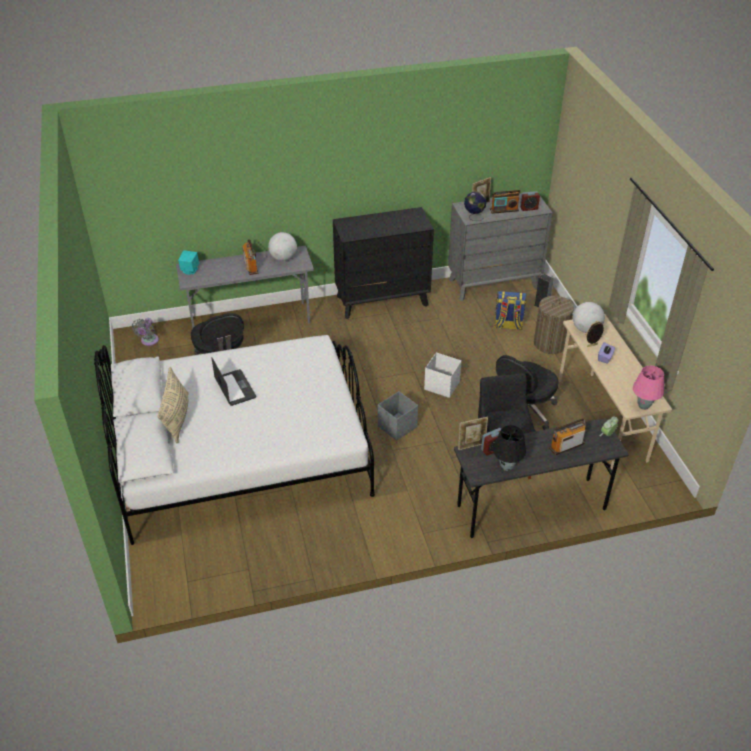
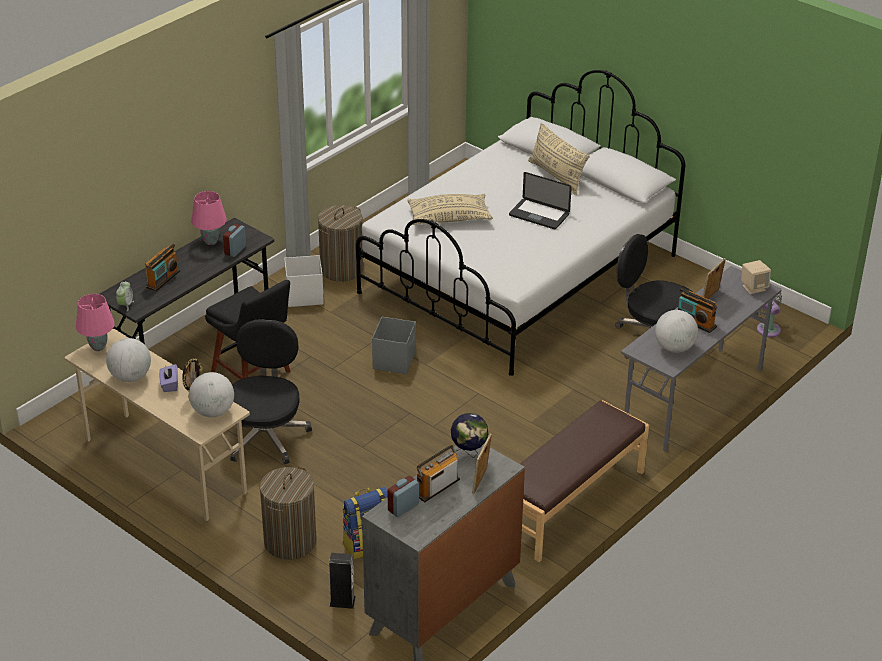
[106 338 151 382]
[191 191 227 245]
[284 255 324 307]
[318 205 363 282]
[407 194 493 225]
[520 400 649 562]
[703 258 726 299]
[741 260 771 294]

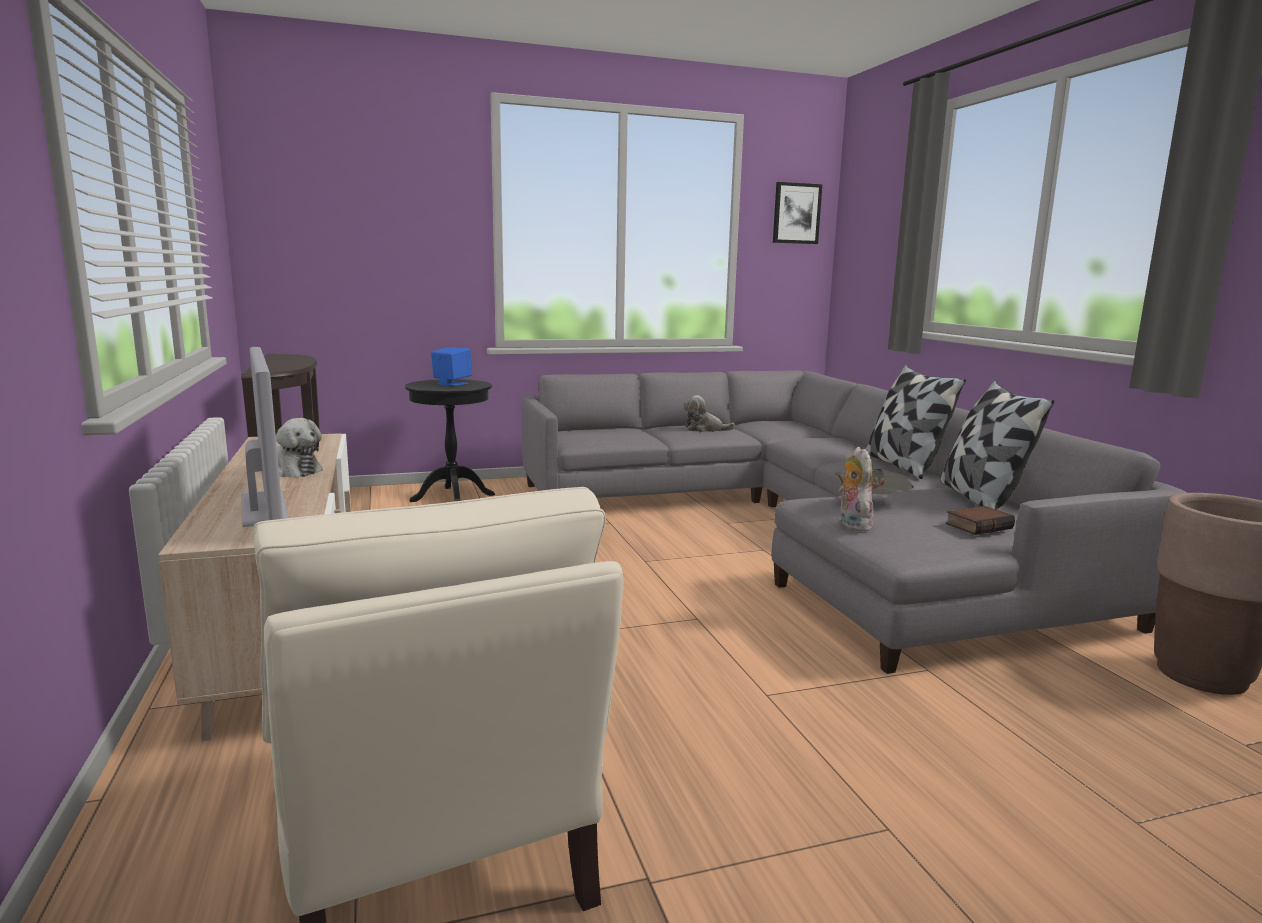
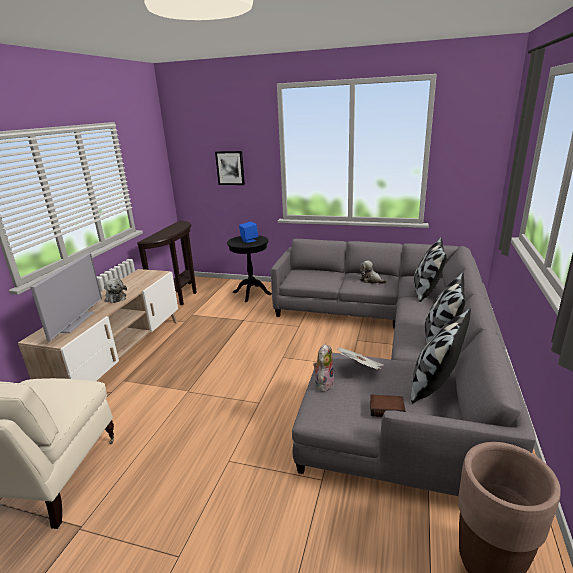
[215 151 245 185]
[414 237 447 302]

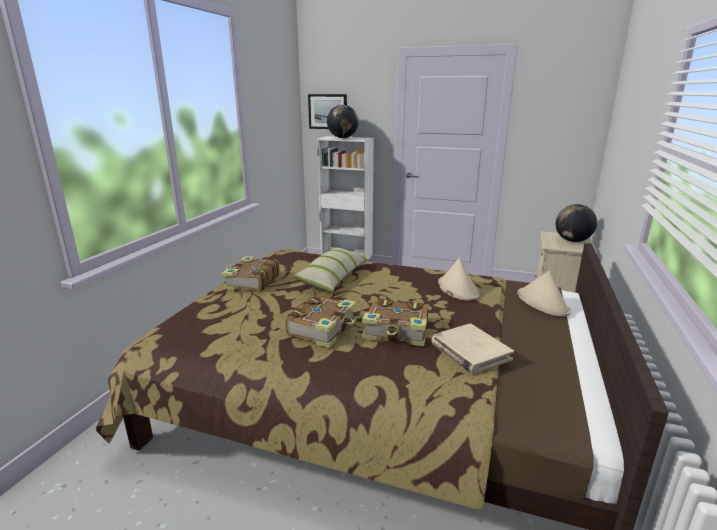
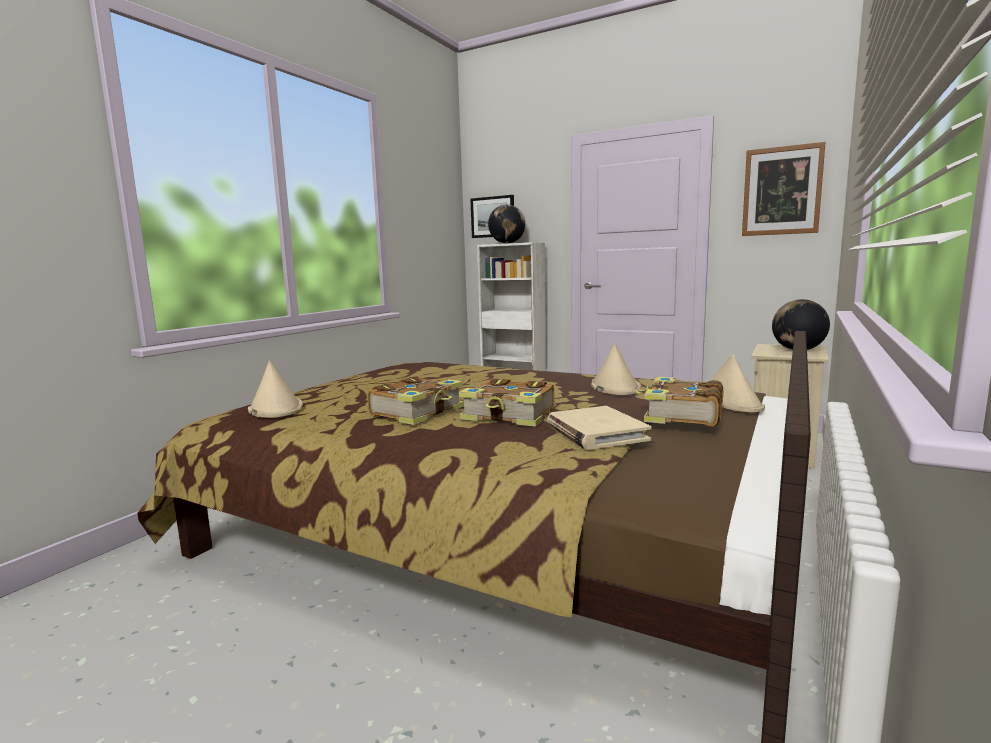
[248 361 303 418]
[636 377 723 427]
[742 142 826 236]
[291 247 369 292] (first image)

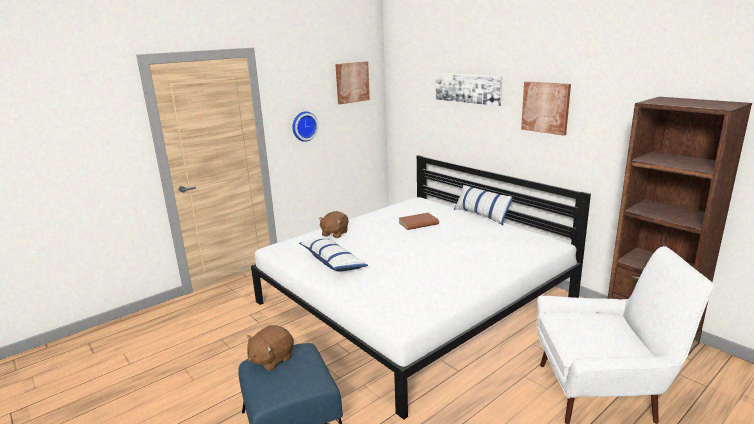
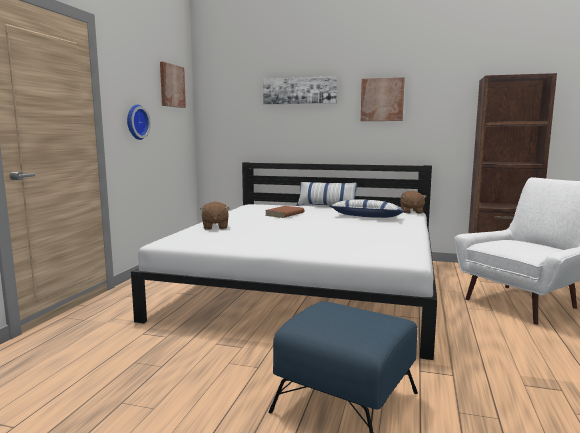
[329 199 405 218]
[400 191 427 214]

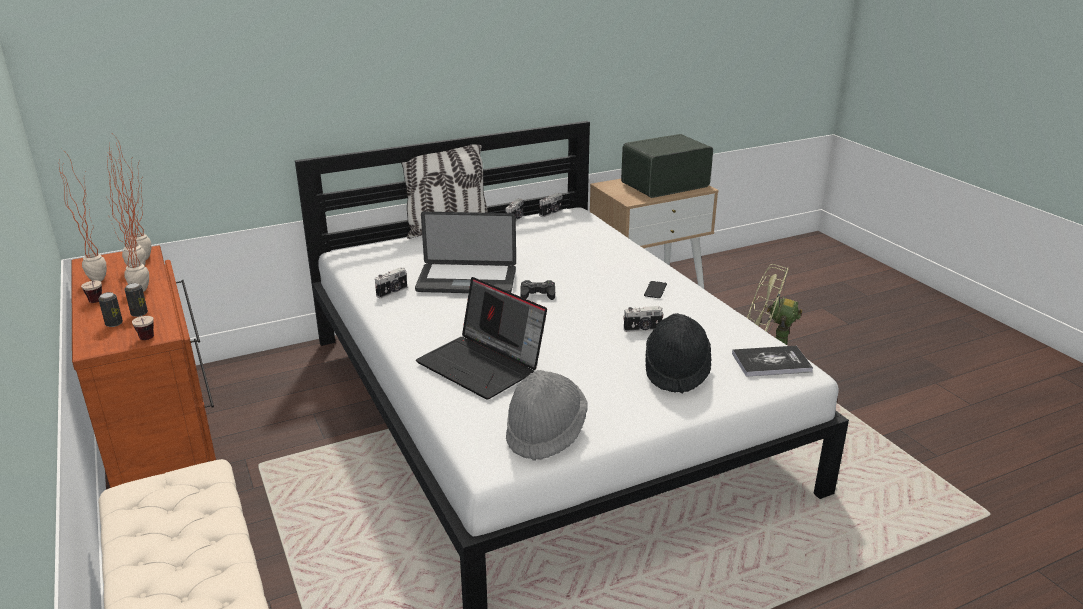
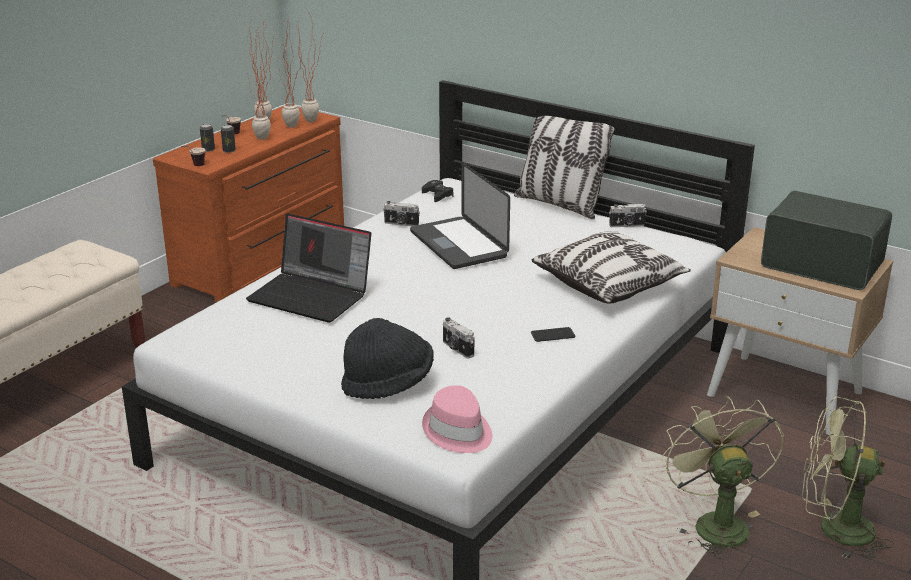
[246 213 371 323]
[422 180 454 202]
[422 385 492 453]
[532 231 691 303]
[801 396 894 559]
[506 370 588 461] (first image)
[539 193 562 217] (first image)

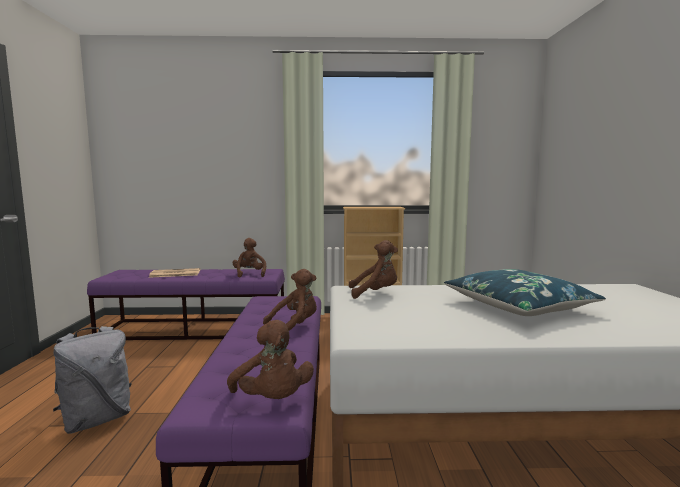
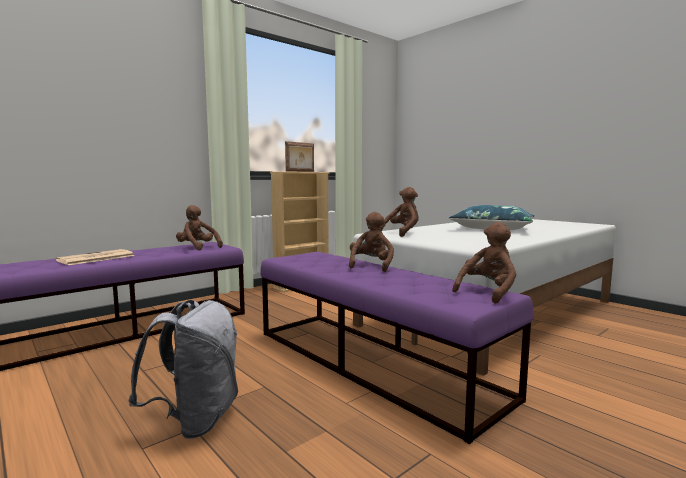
[285 141 314 172]
[452 222 516 304]

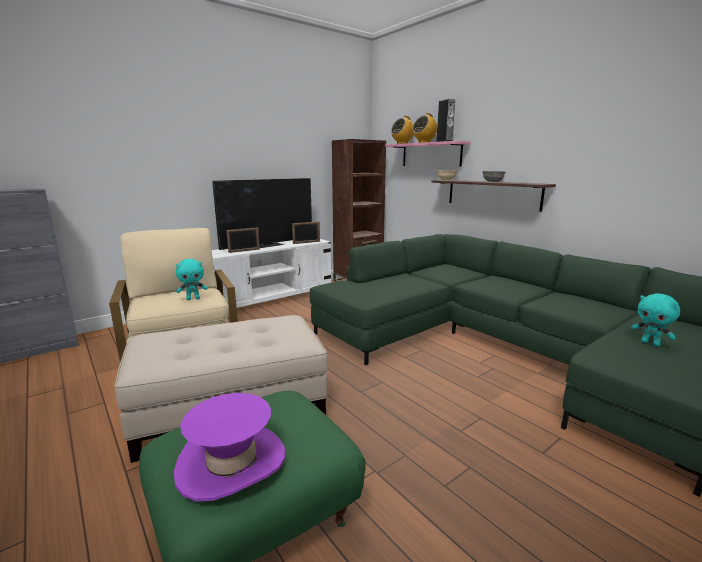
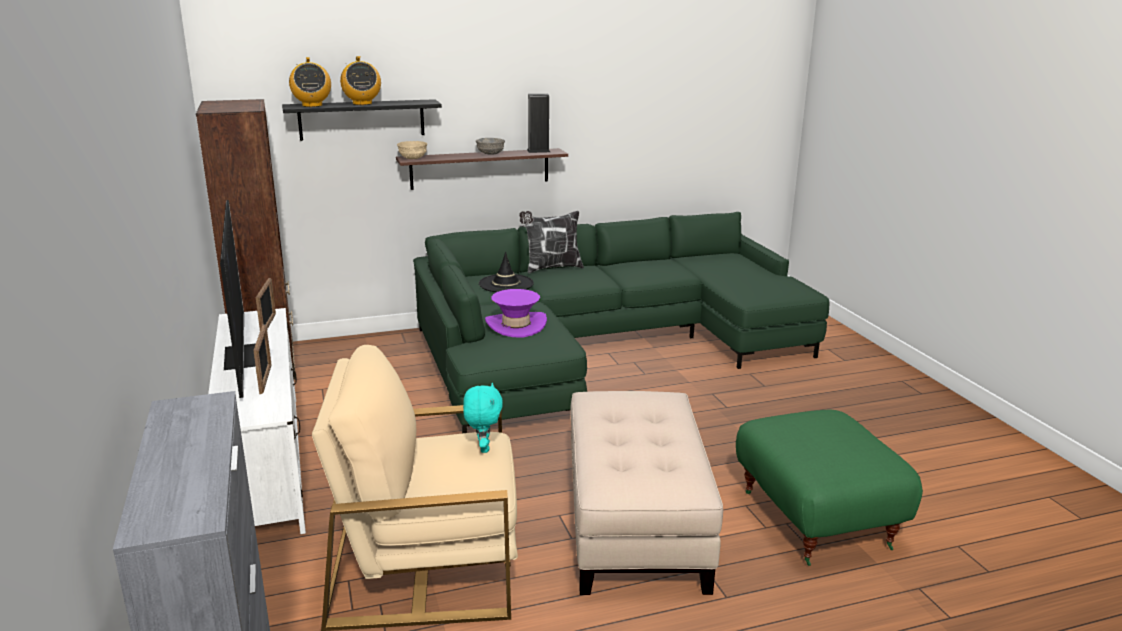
[282 99 442 141]
[479 252 534 292]
[485 289 547 338]
[519 211 584 273]
[527 94 550 153]
[631 293 680 347] (first image)

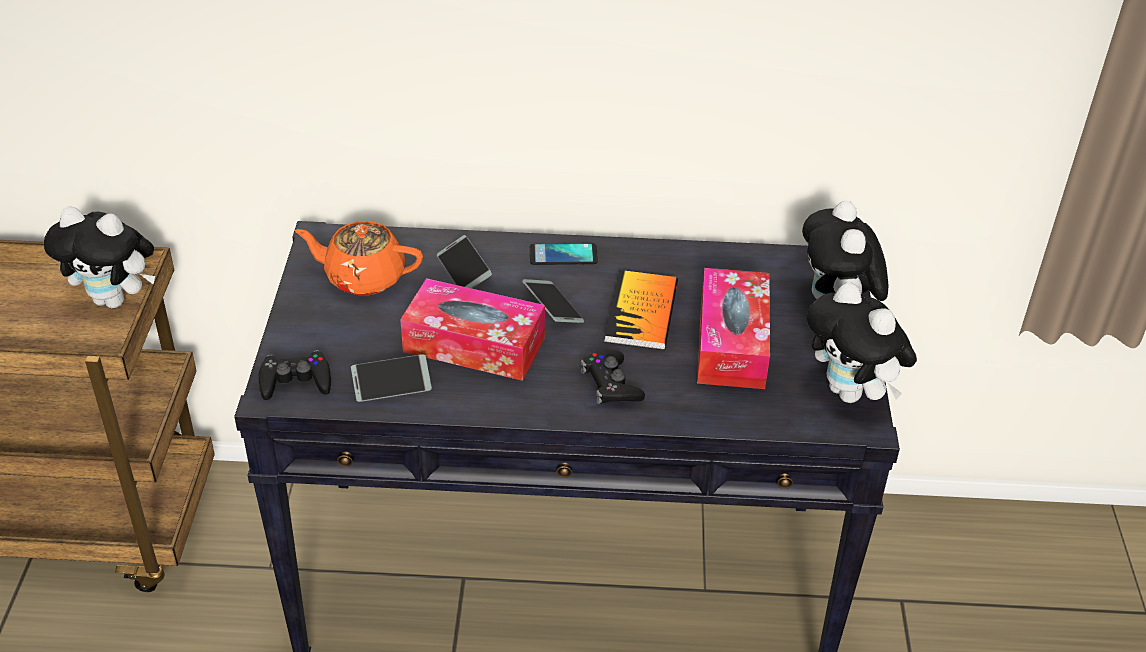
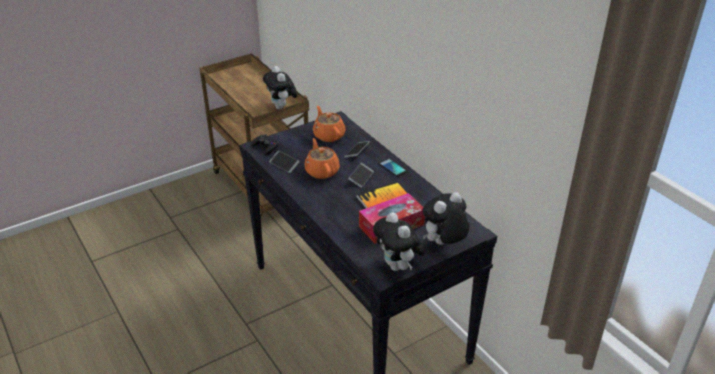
[304 138 340 179]
[373 212 425 271]
[581 350 645 404] (first image)

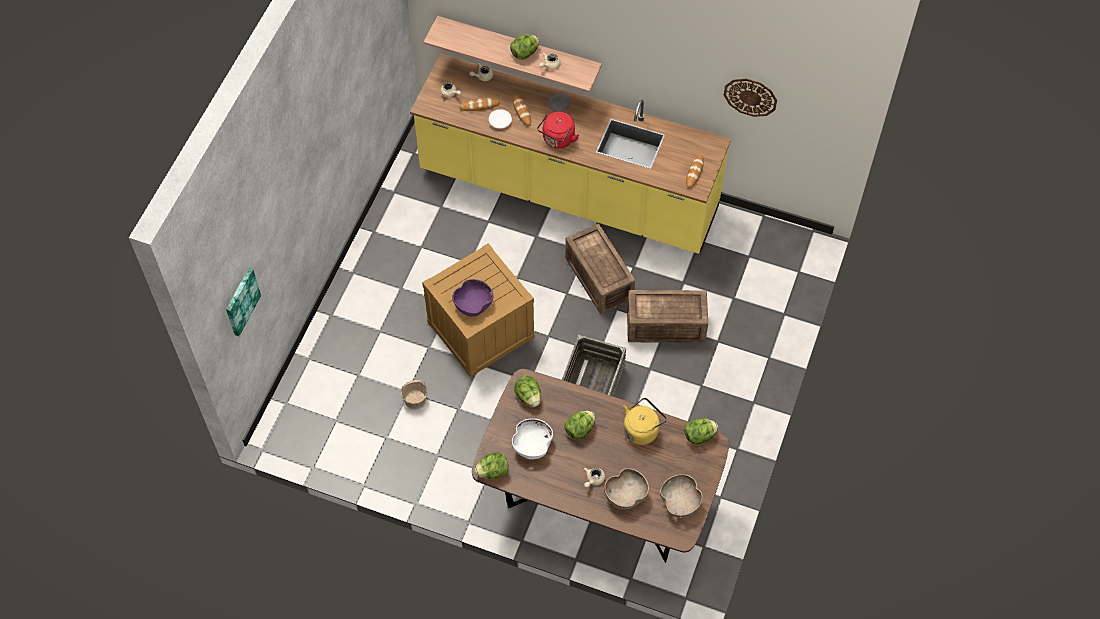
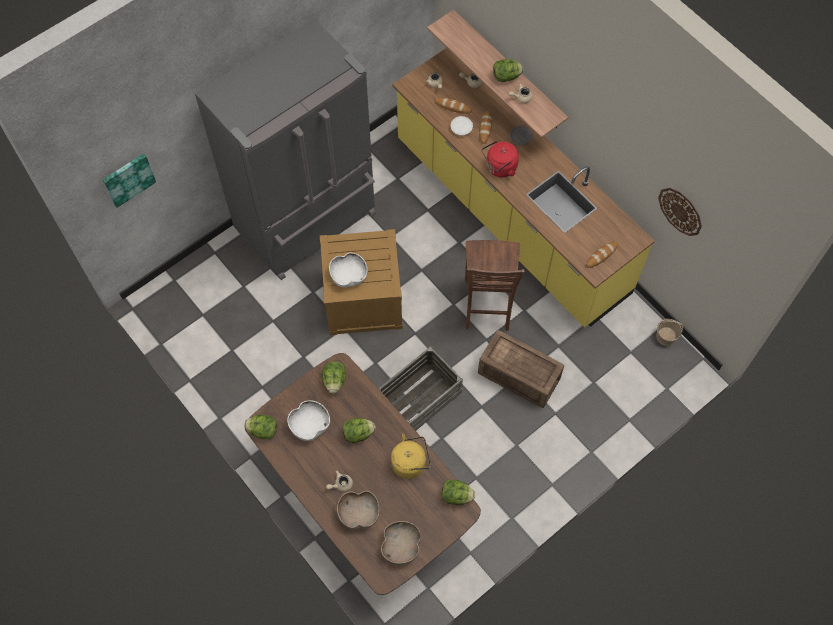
[195 18 376 280]
[329 253 368 288]
[465 240 525 331]
[656 319 683 346]

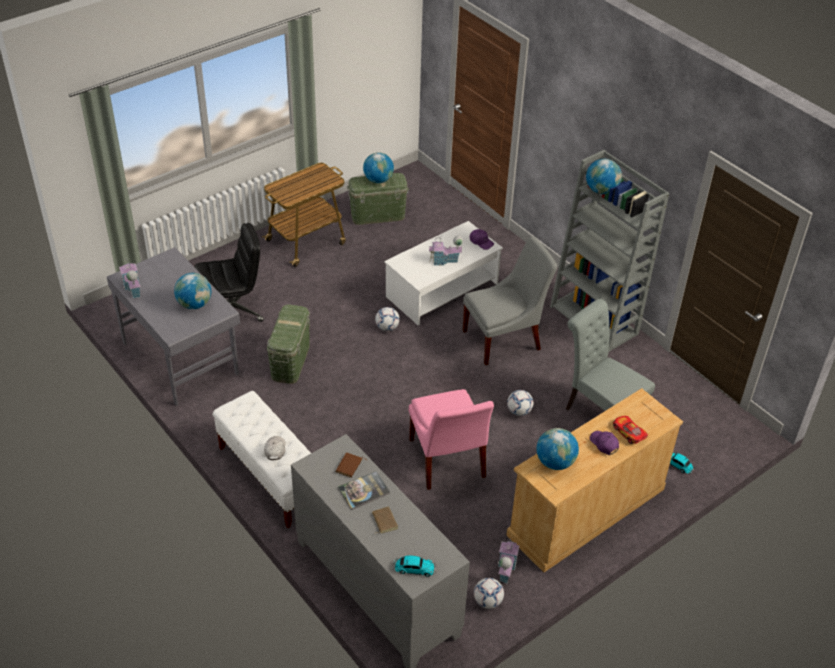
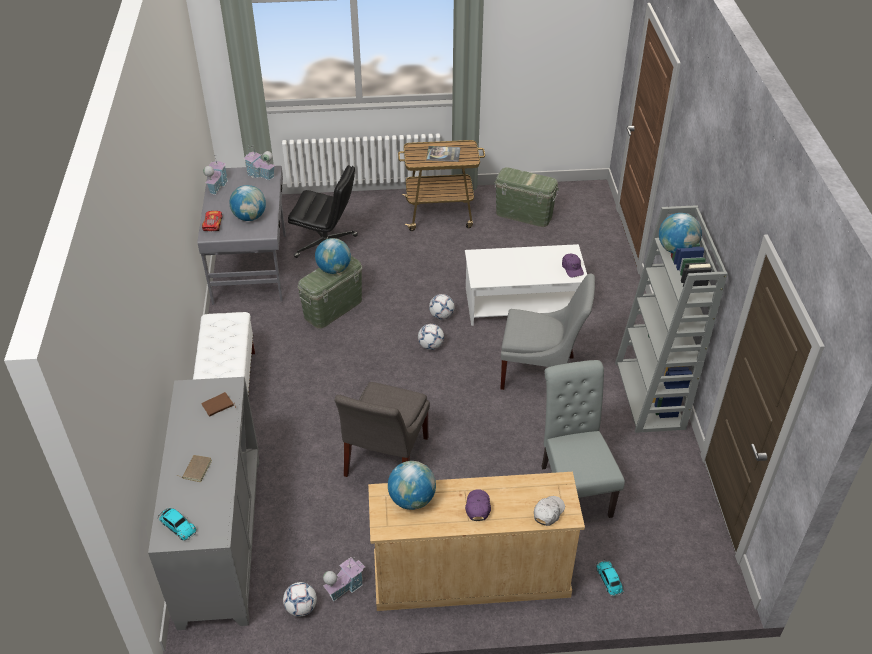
[202 211 222 231]
[243 145 276 180]
[315 238 351 274]
[334 382 430 477]
[418 324 444 350]
[426 146 460 162]
[534 496 565 526]

